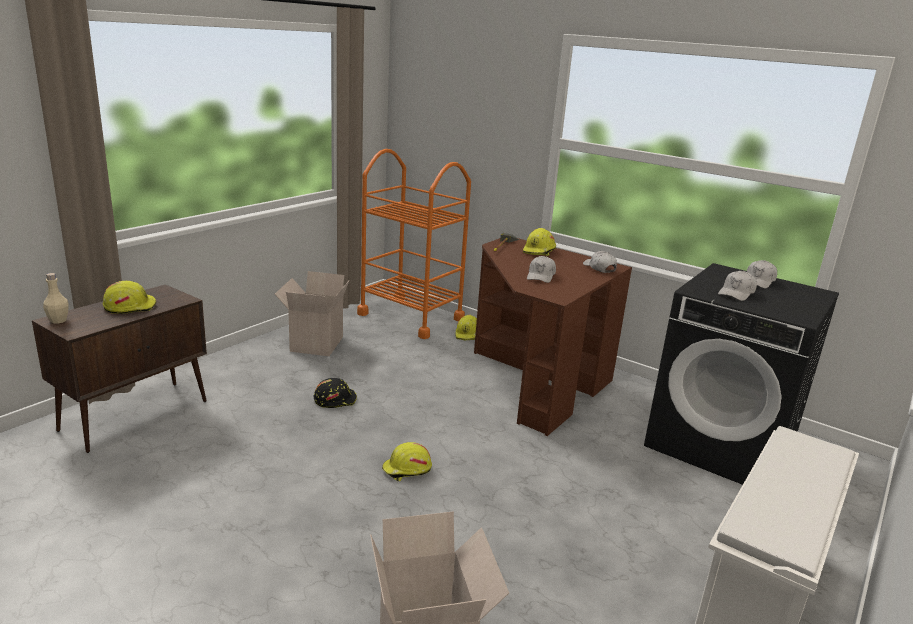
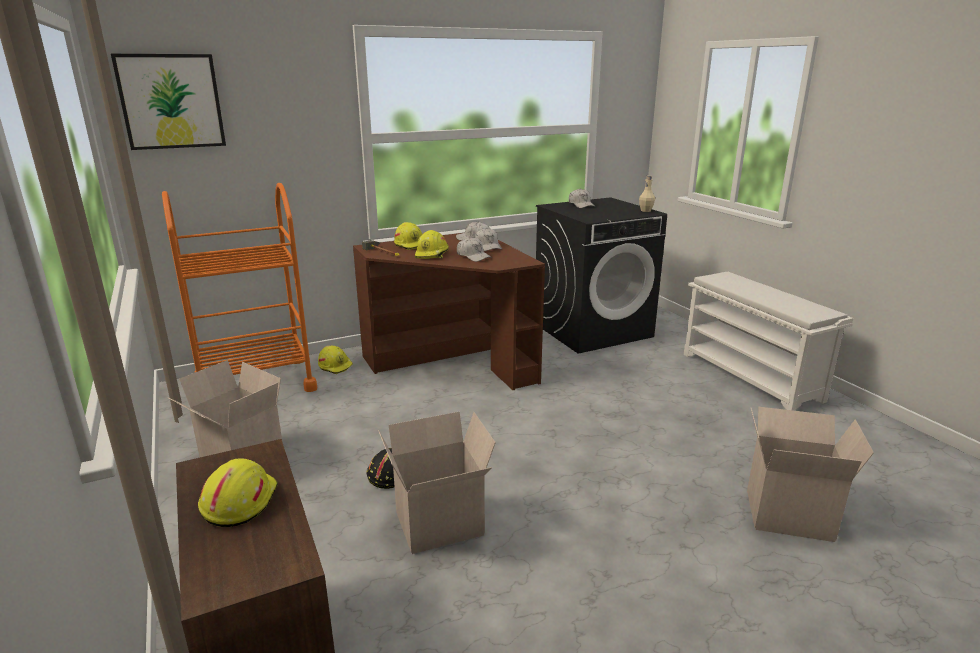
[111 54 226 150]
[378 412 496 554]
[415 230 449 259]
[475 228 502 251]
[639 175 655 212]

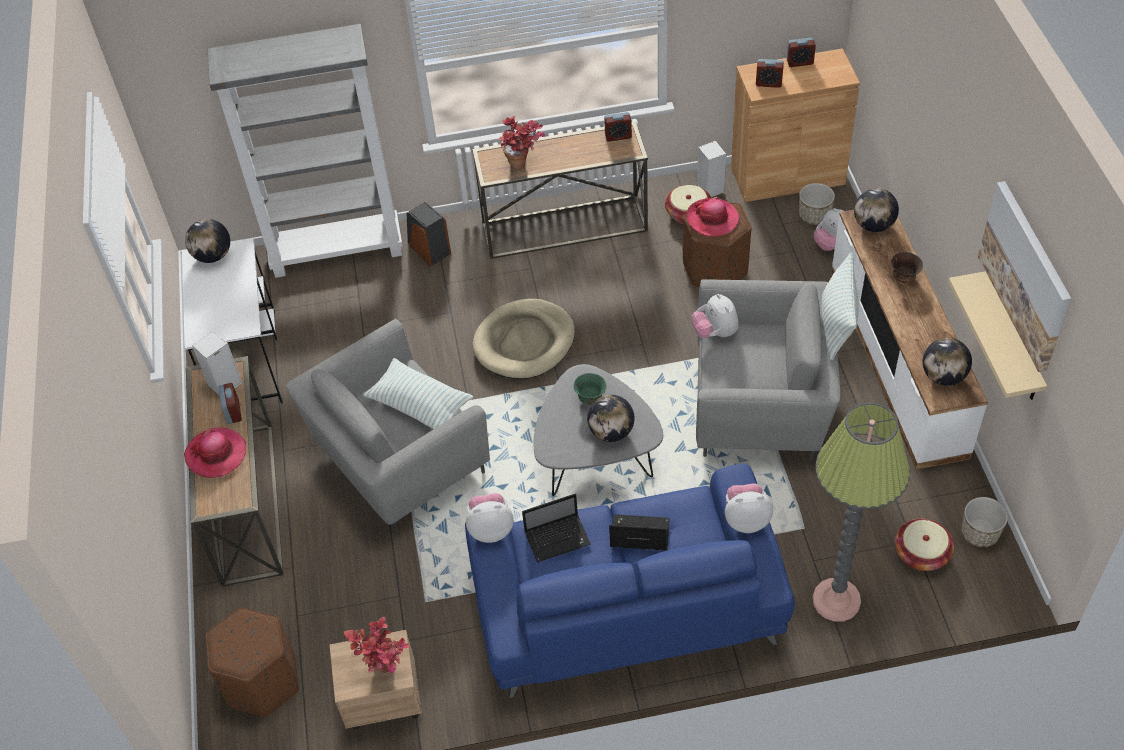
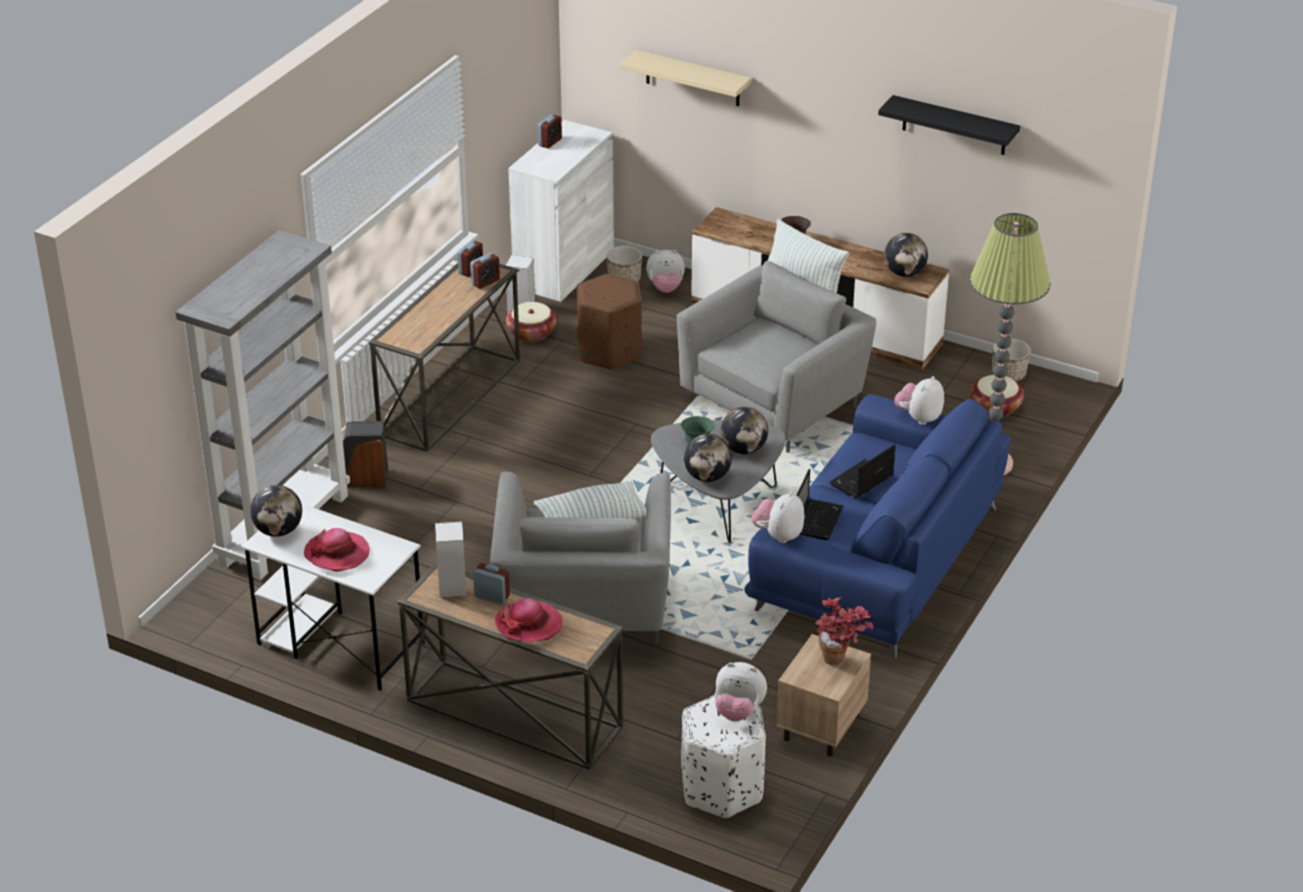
[304 528 370 572]
[470 253 500 289]
[508 120 614 302]
[620 50 752 106]
[681 695 766 818]
[684 434 732 482]
[715 662 767 721]
[878 95 1020 155]
[472 299 575 379] (first image)
[499 116 545 170] (first image)

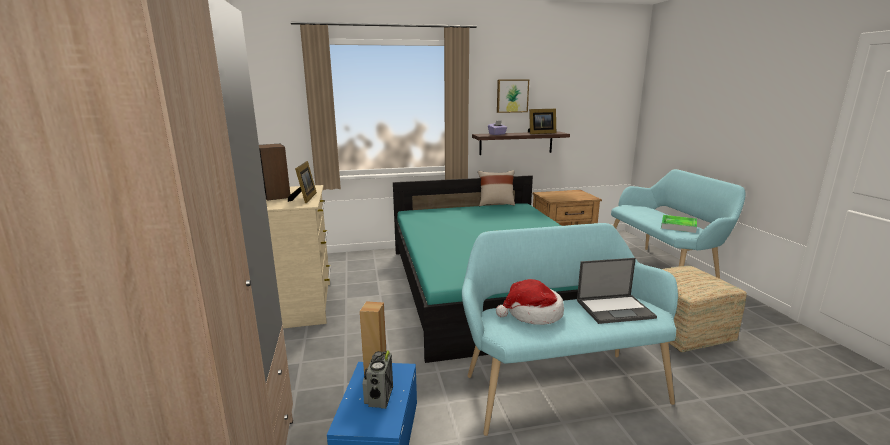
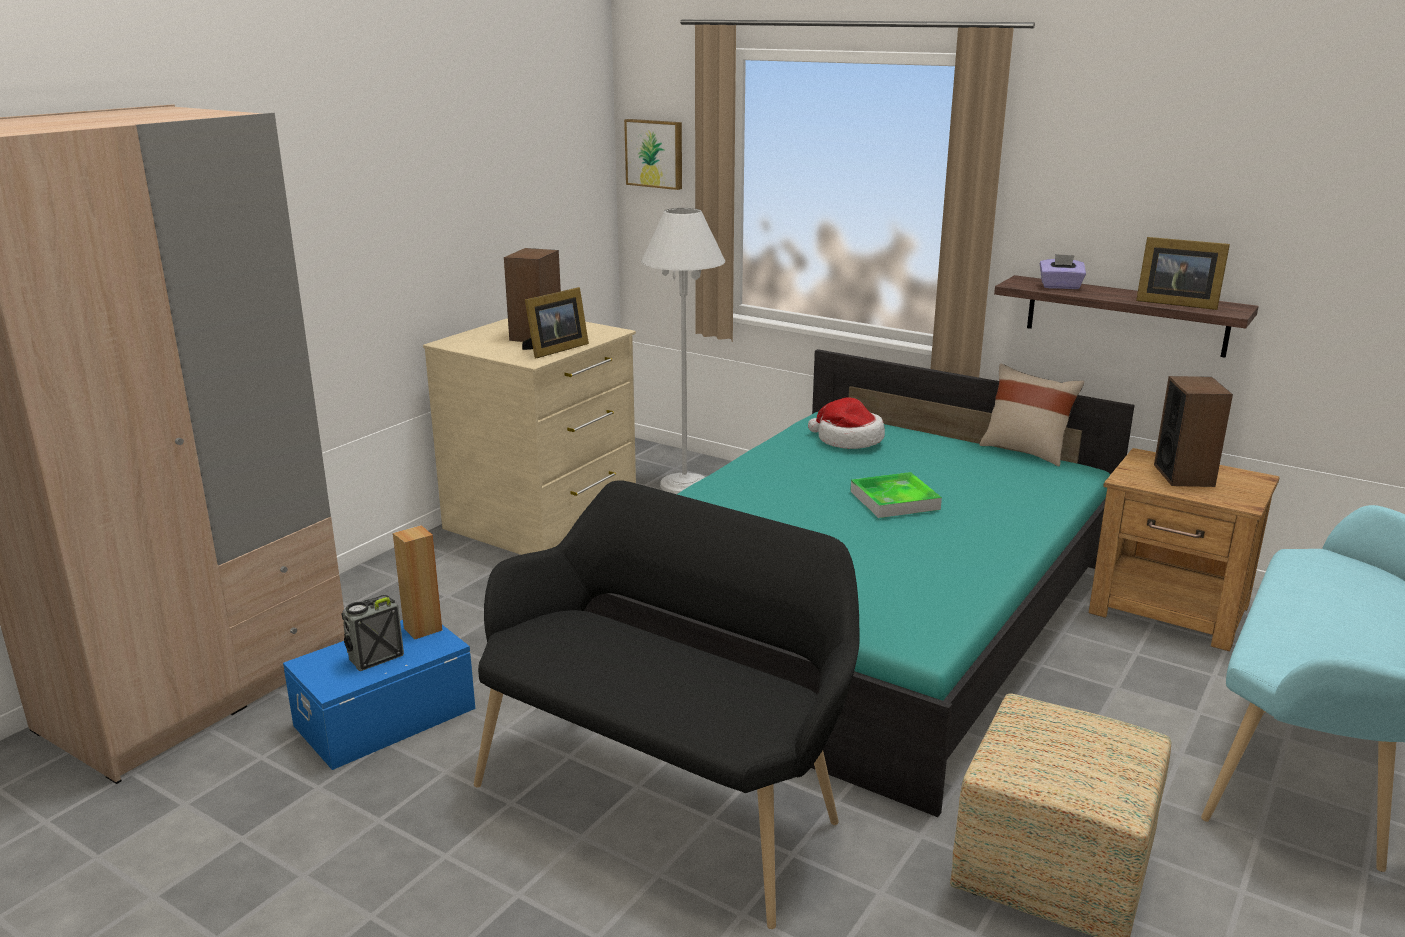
[474 480 860 929]
[624 119 682 190]
[641 208 725 494]
[808 397 885 449]
[850 472 942 518]
[1154 376 1233 487]
[577 258 657 324] (first image)

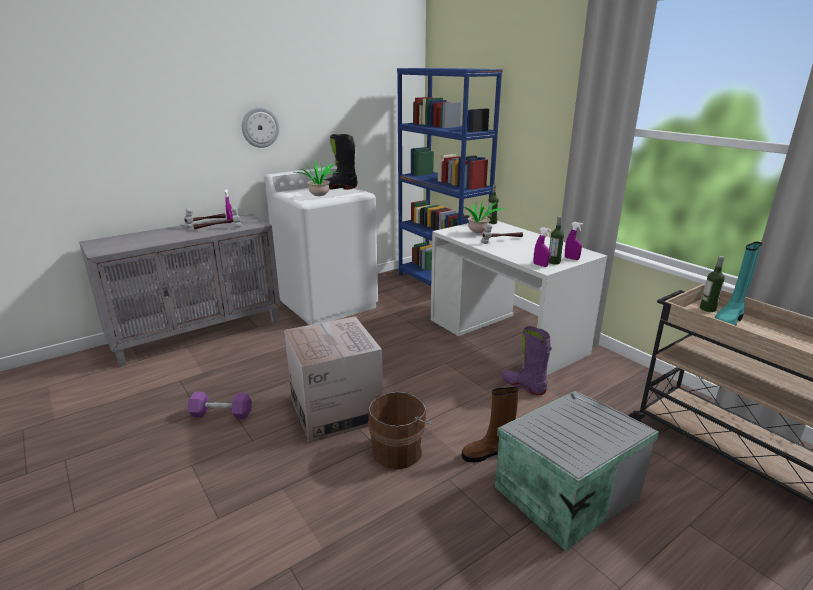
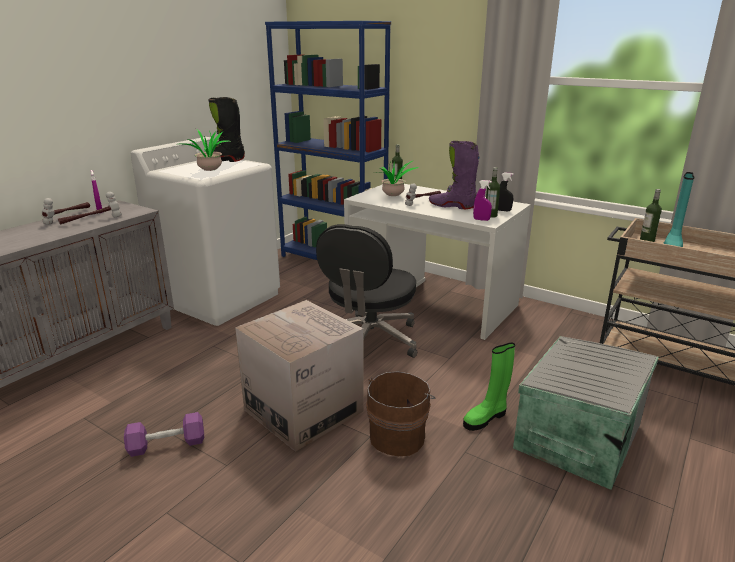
[316 224 417 358]
[429 141 480 209]
[463 342 515 431]
[498 173 514 211]
[242 107 279 148] (first image)

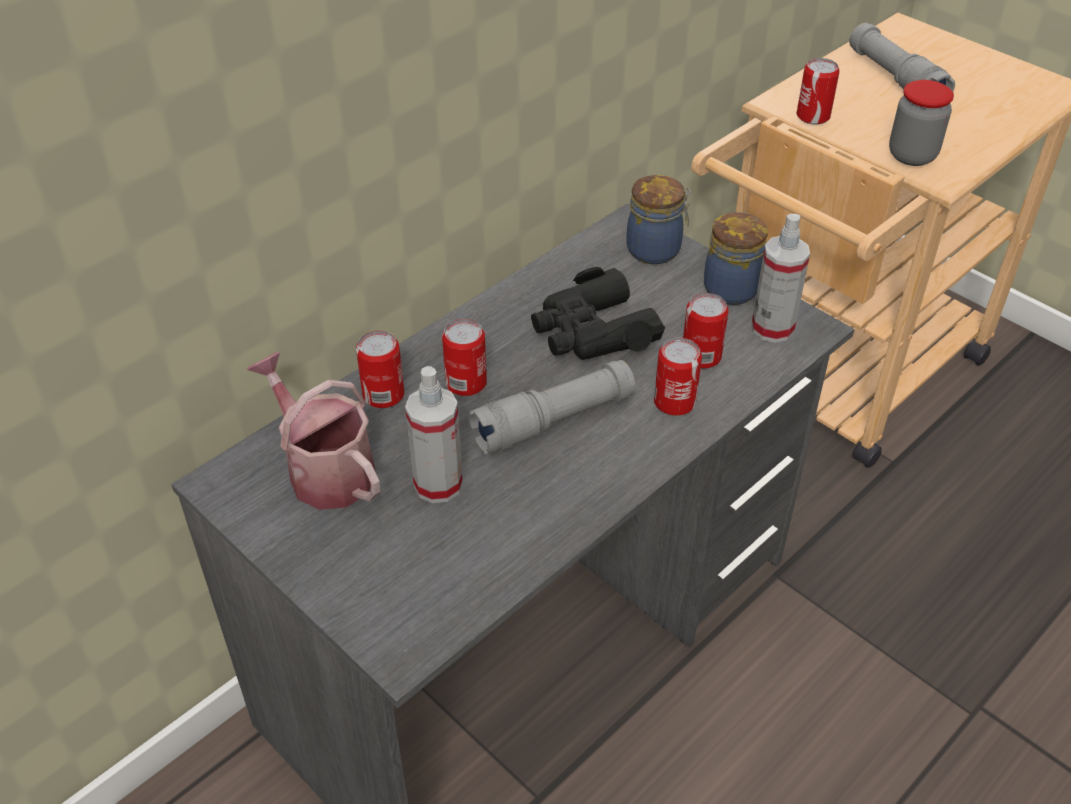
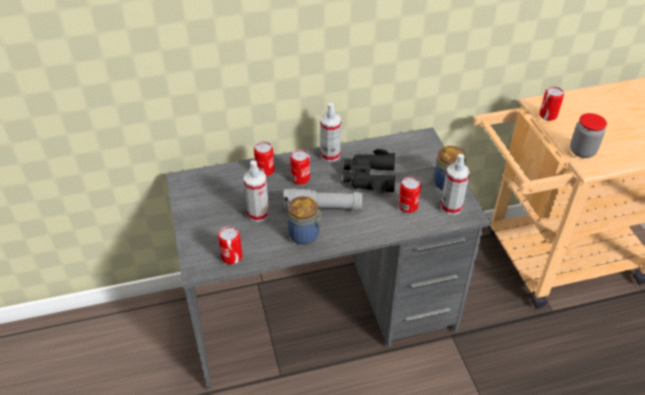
[218 226 242 264]
[288 196 323 245]
[320 103 341 162]
[247 352 380 510] (first image)
[849 23 955 91] (first image)

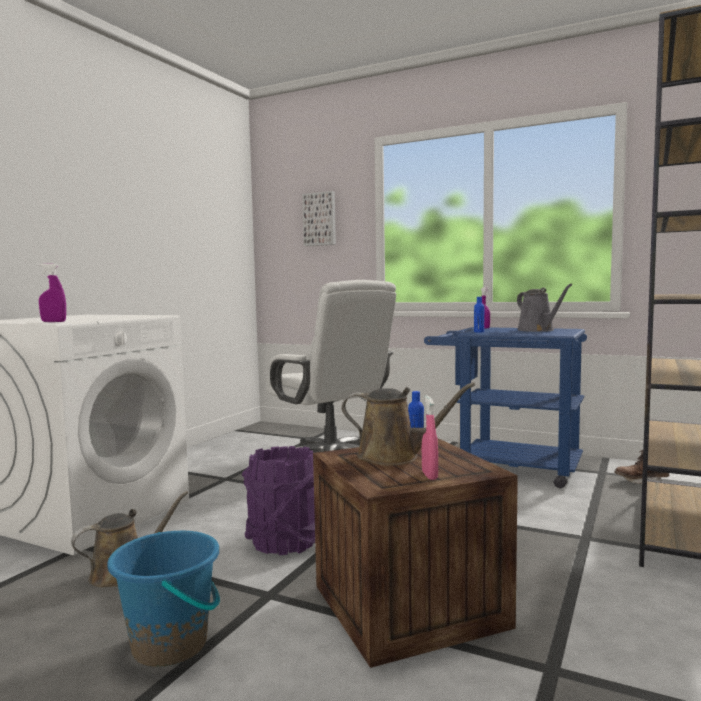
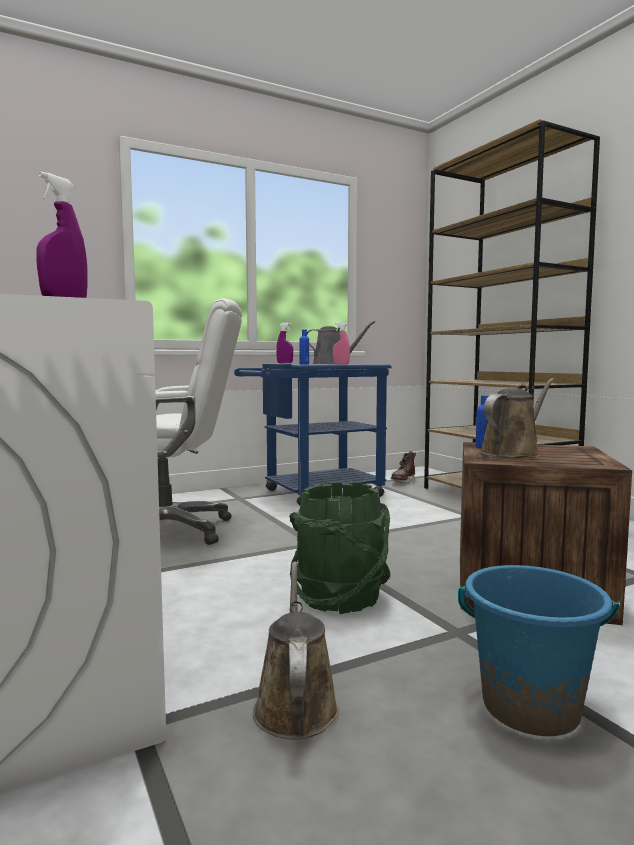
[289 481 391 614]
[333 322 350 364]
[302 191 336 246] (first image)

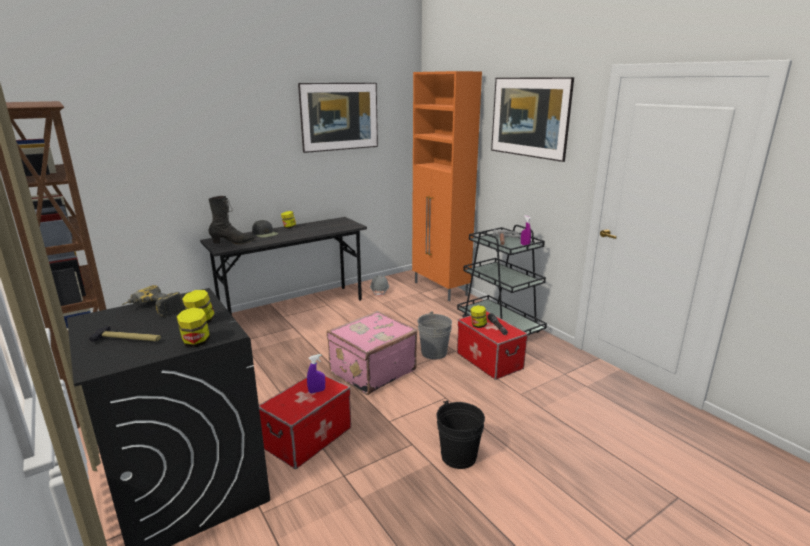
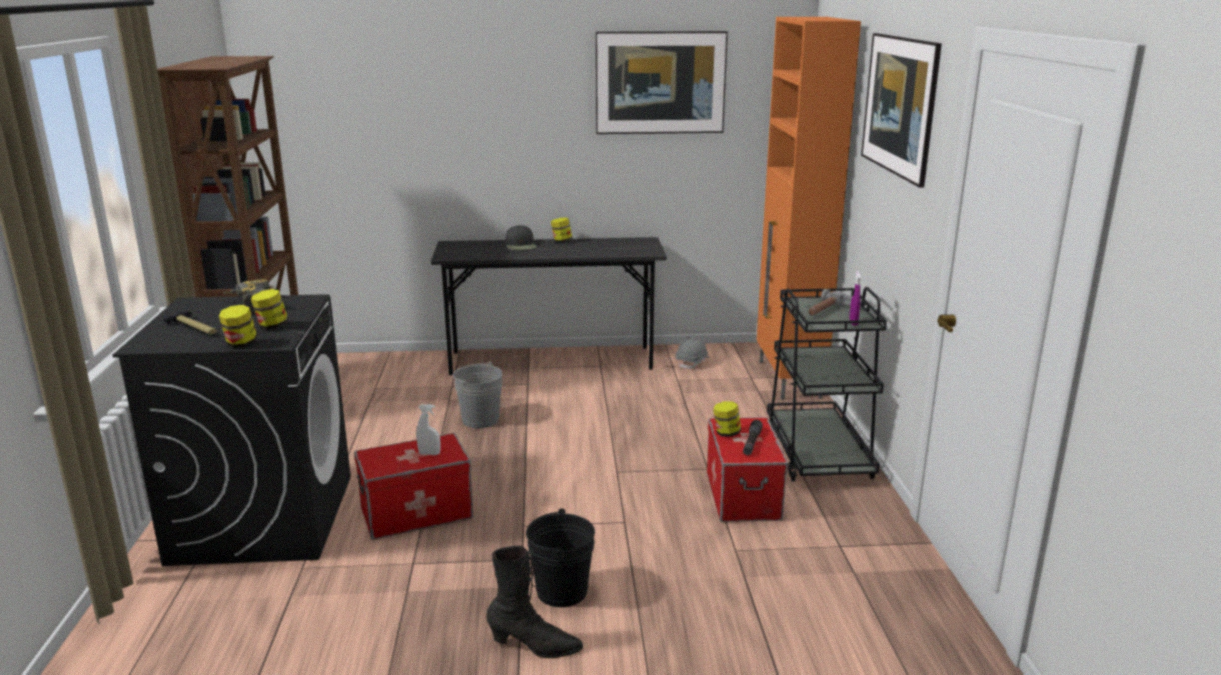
[416 404 441 455]
[453 362 503 428]
[486 546 583 658]
[327 311 418 395] (first image)

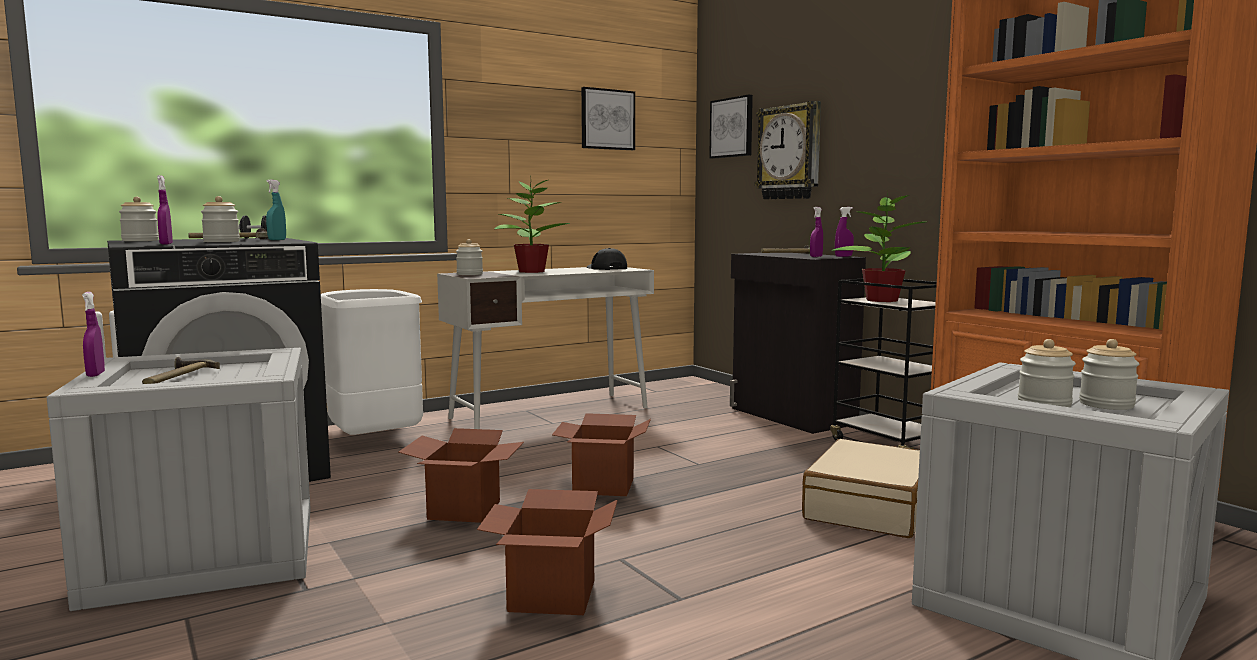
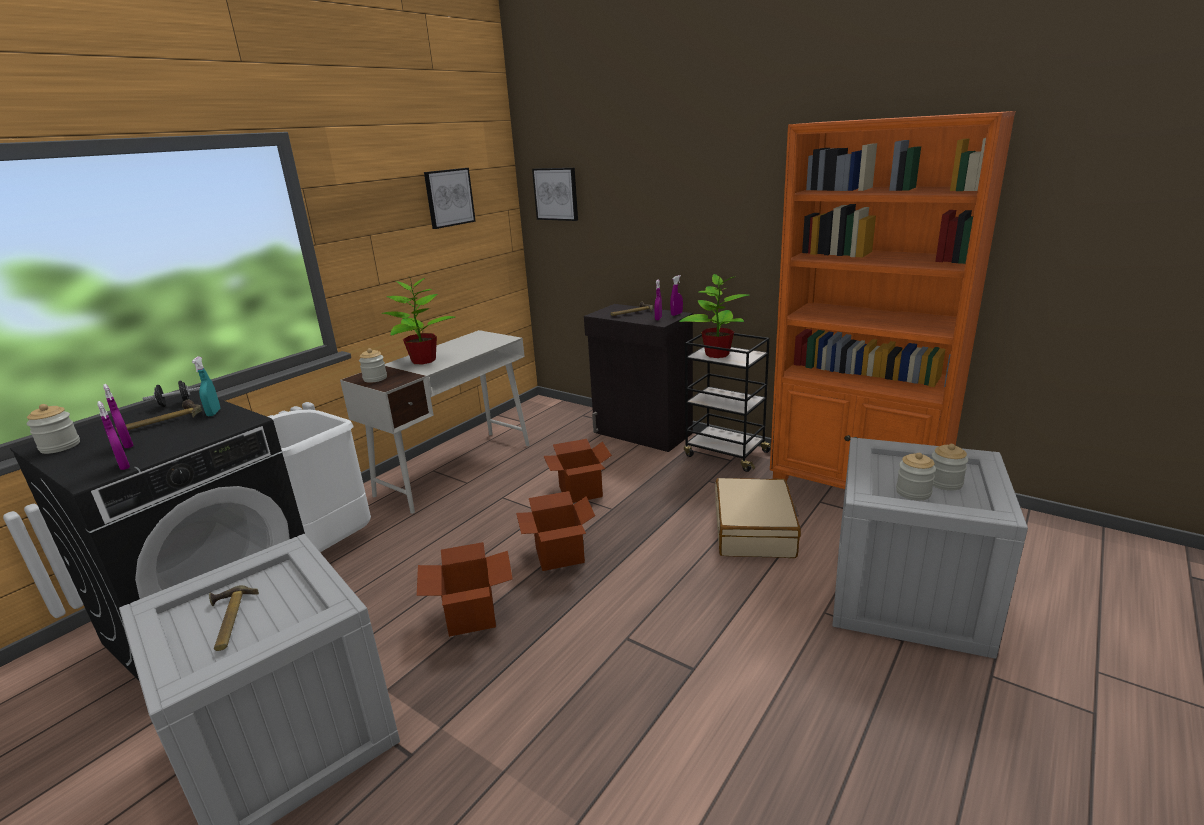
[103 384 134 448]
[544 439 612 503]
[201 196 240 242] (first image)
[587 248 627 270] (first image)
[755 101 821 199] (first image)

